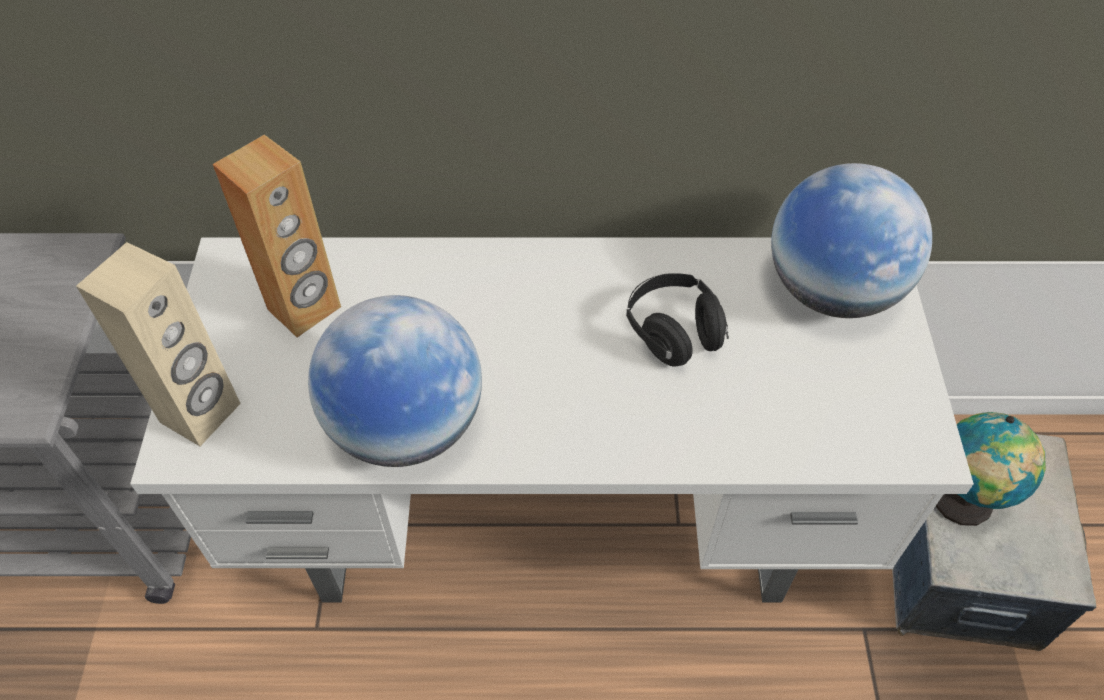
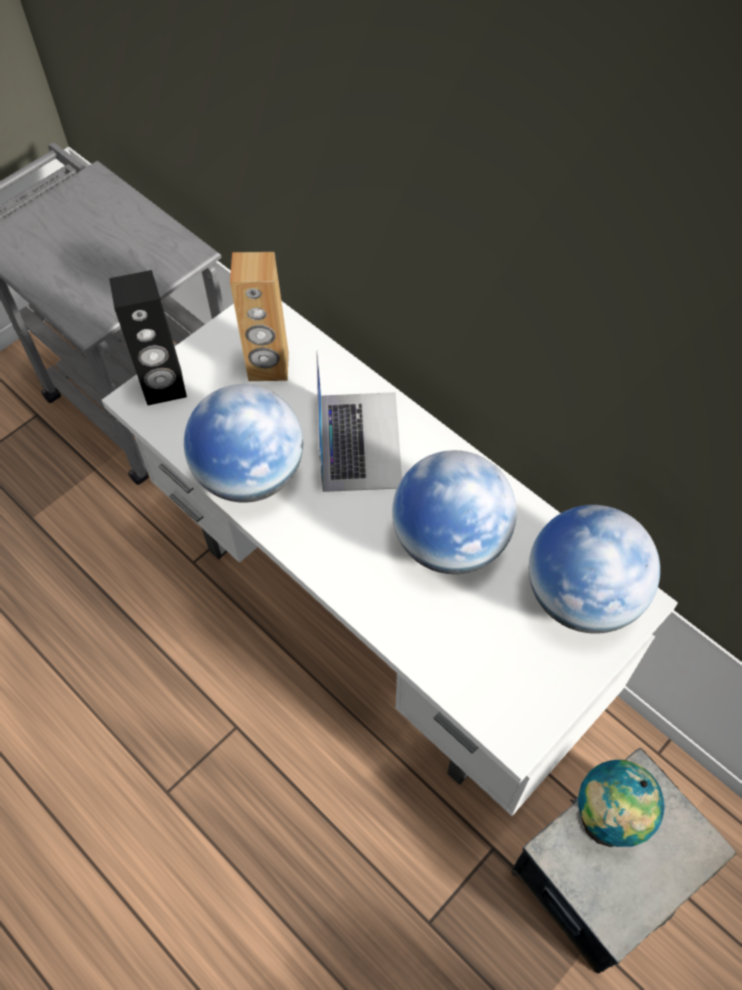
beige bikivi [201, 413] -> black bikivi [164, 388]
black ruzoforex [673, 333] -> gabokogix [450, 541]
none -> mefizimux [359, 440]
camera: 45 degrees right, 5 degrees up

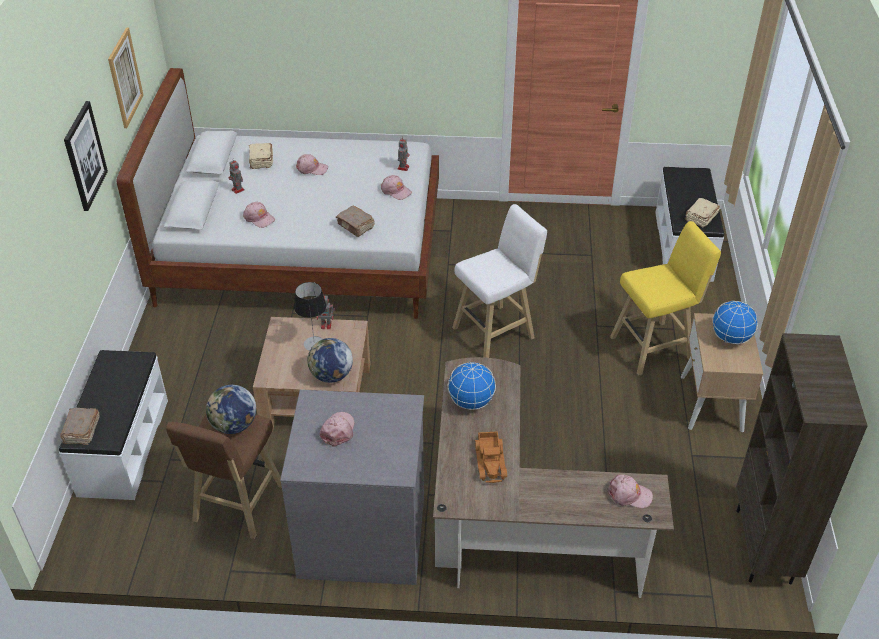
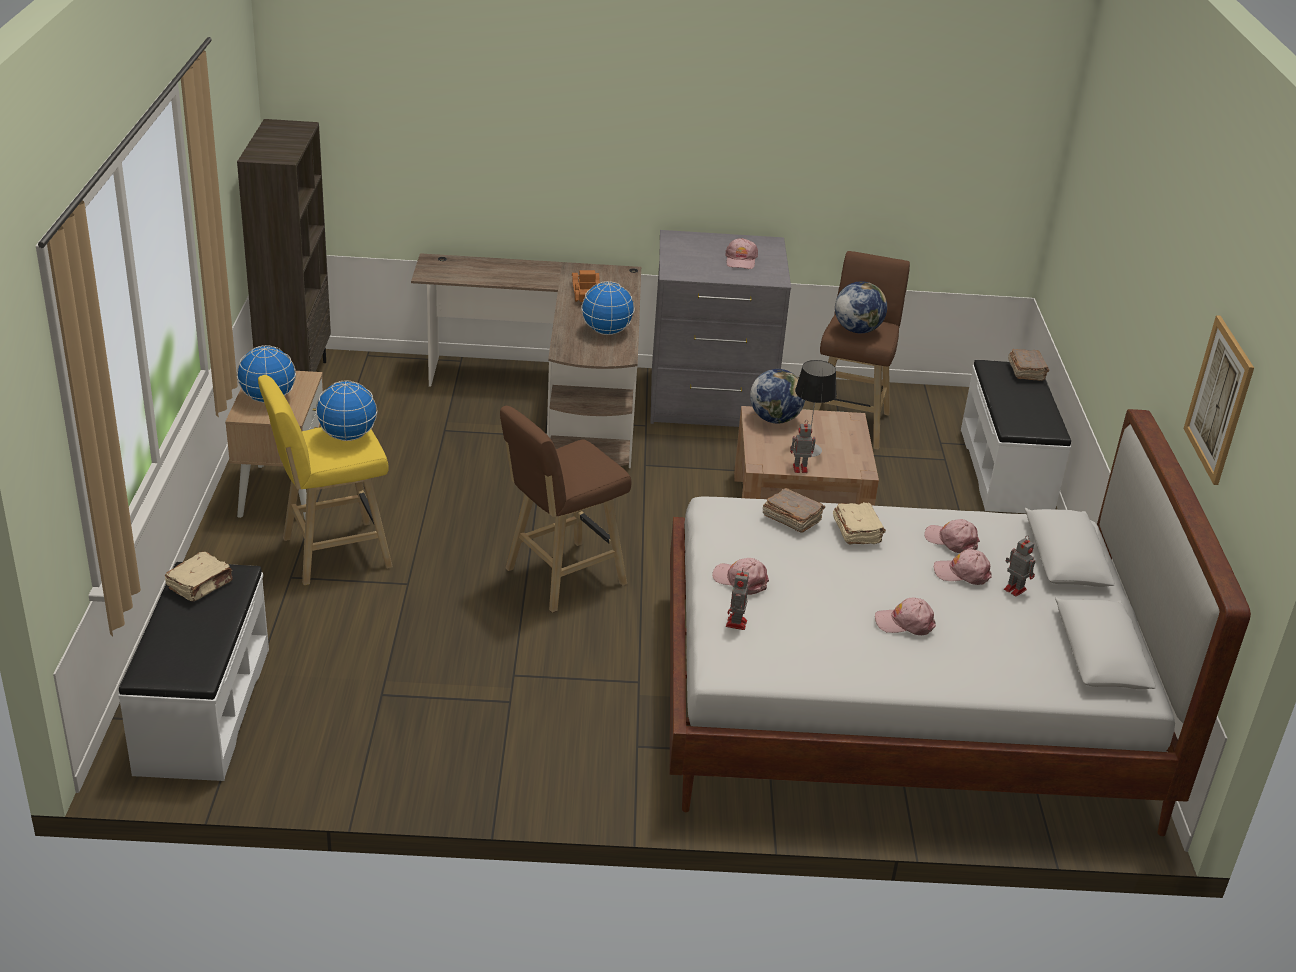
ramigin [84, 156] -> none
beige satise [261, 161] -> beige satise [857, 532], shifted
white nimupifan [496, 332] -> brown nimupifan [560, 578]
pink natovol [629, 495] -> pink natovol [962, 573], shifted
none -> gabokogix [348, 436]
camera: 175 degrees right, 10 degrees down

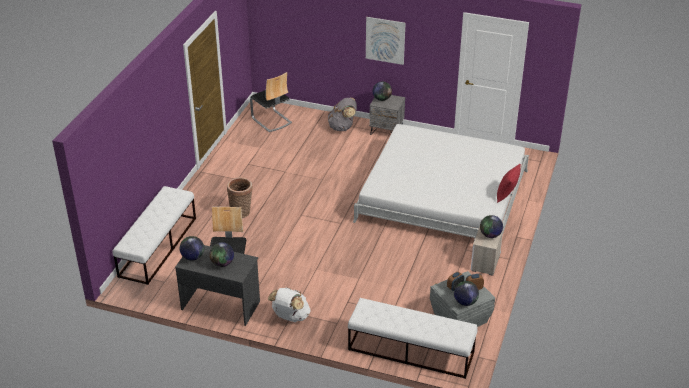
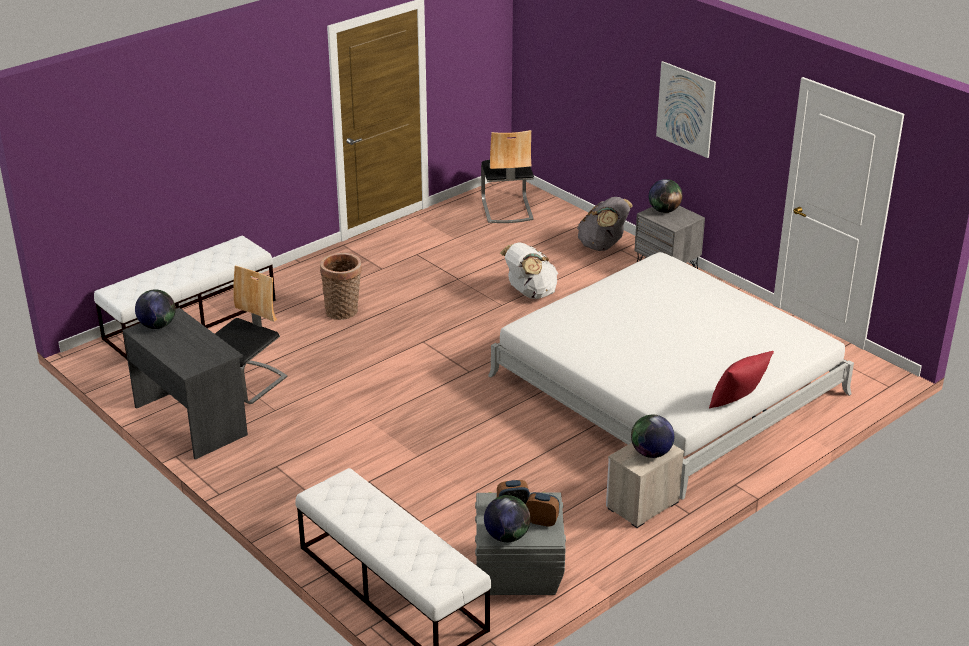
gabokogix [222, 263] -> none
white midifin [290, 317] -> white midifin [529, 293], shifted
camera: 30 degrees right, 5 degrees down

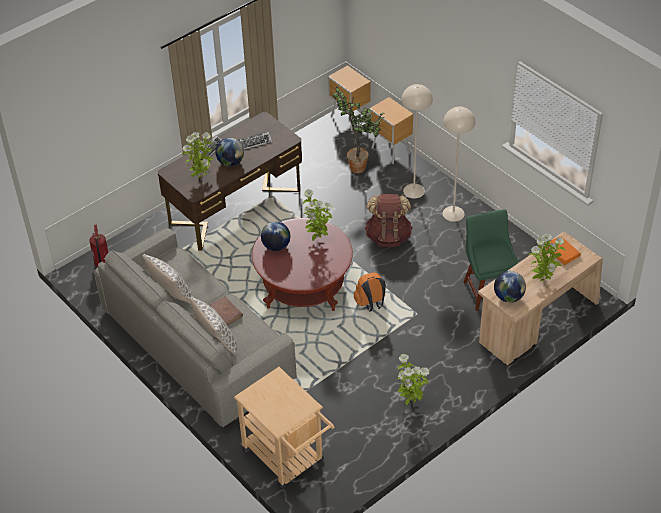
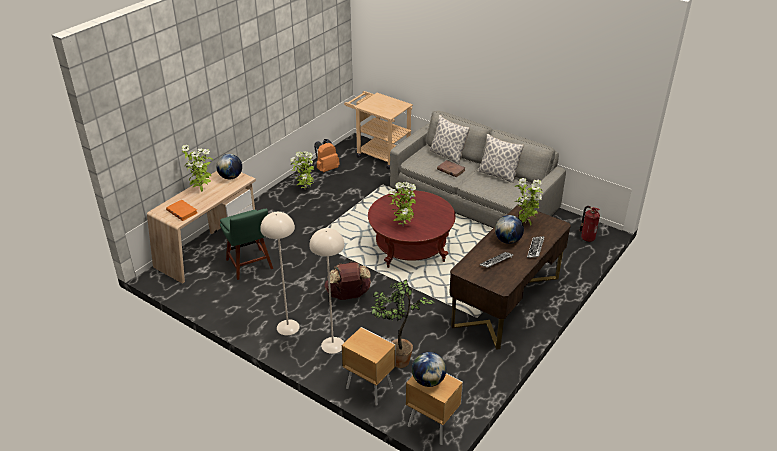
gabokogix [276, 246] -> gabokogix [428, 381], shifted
orange midifin [371, 304] -> orange midifin [326, 169], shifted
camera: 165 degrees right, 10 degrees down

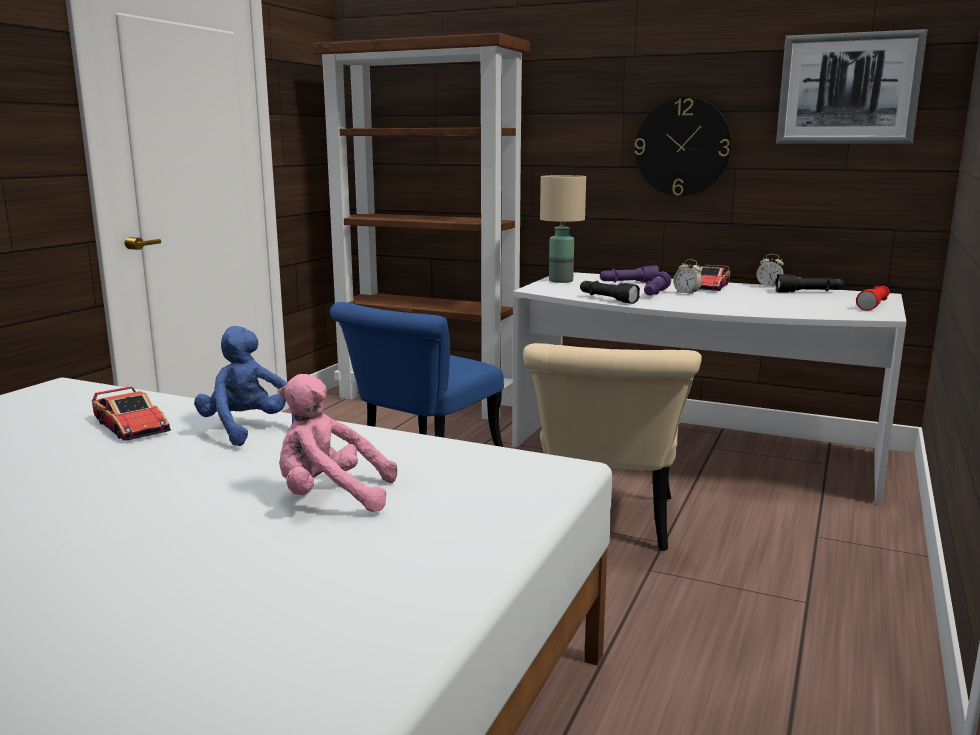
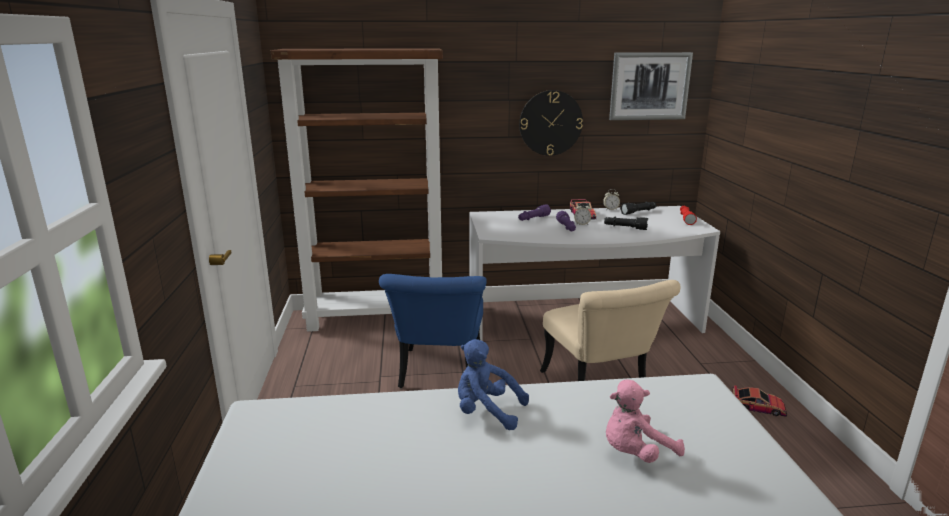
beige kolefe [560, 281] -> none
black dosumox [607, 299] -> black dosumox [625, 228], shifted
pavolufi [131, 426] -> pavolufi [758, 407], shifted
camera: 30 degrees left, 5 degrees up

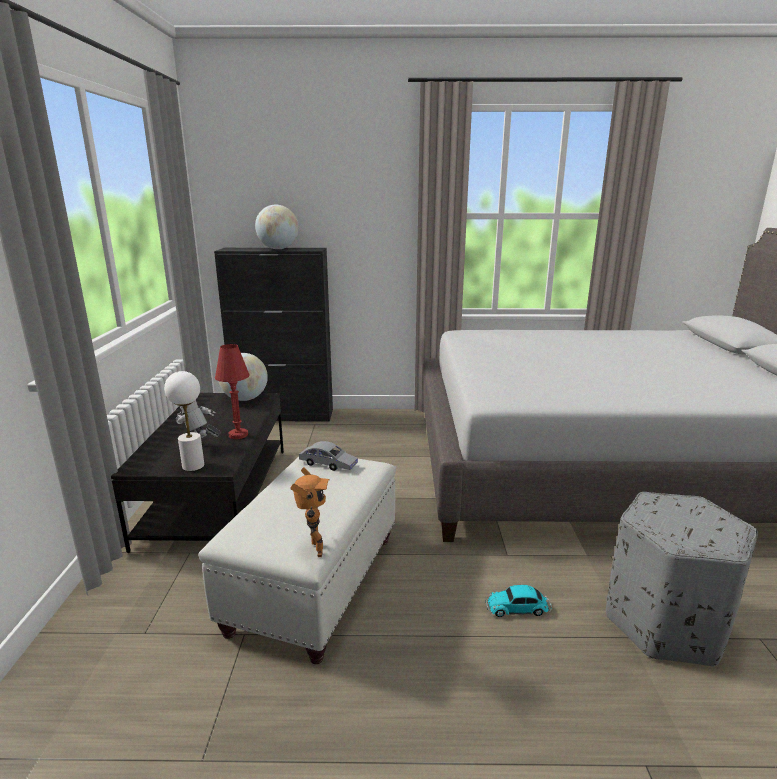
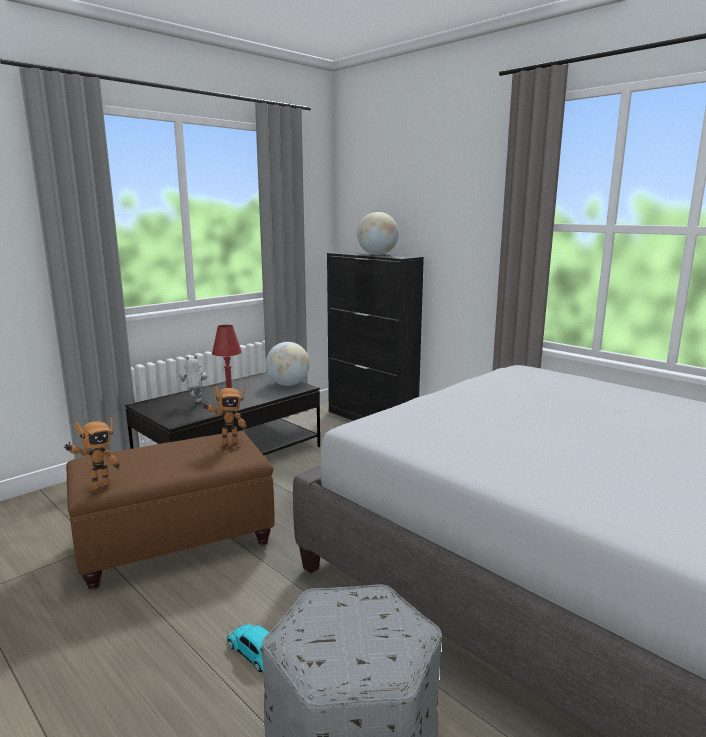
white kolefe [193, 466] -> none
grey pavolufi [328, 464] -> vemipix [227, 444]
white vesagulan [315, 582] -> brown vesagulan [177, 541]
camera: 45 degrees right, 5 degrees down

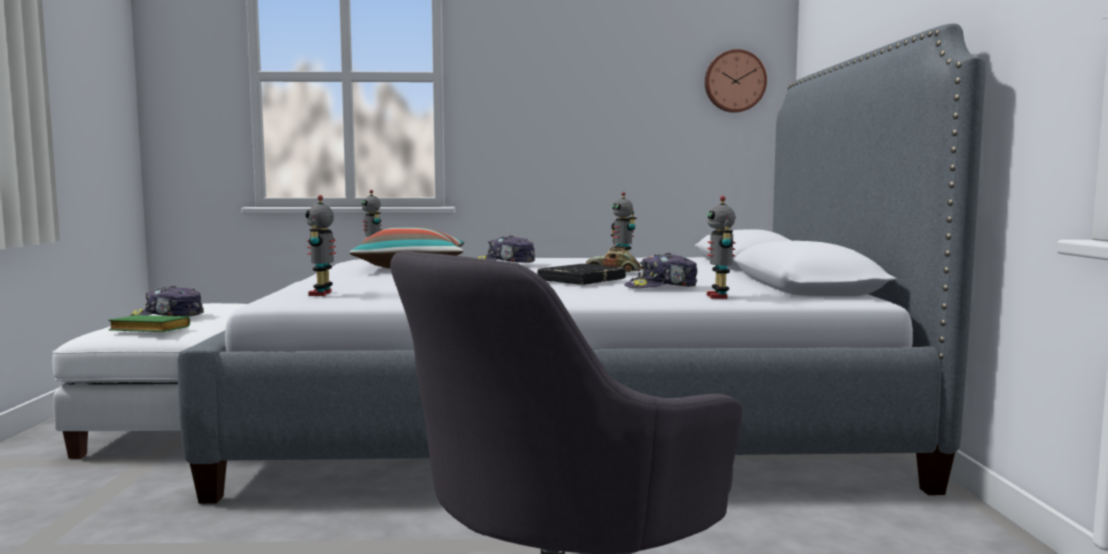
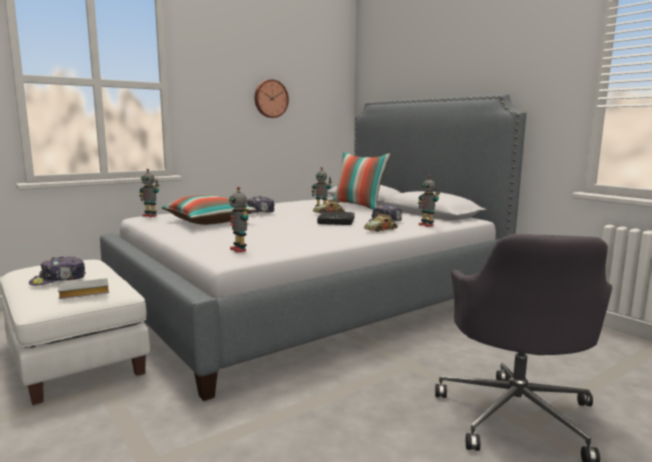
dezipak [734, 81] -> dezipak [270, 99], shifted
green satise [147, 331] -> grey satise [83, 294]
none -> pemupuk [358, 206]
none -> pavolufi [381, 230]
camera: 35 degrees left, 5 degrees up

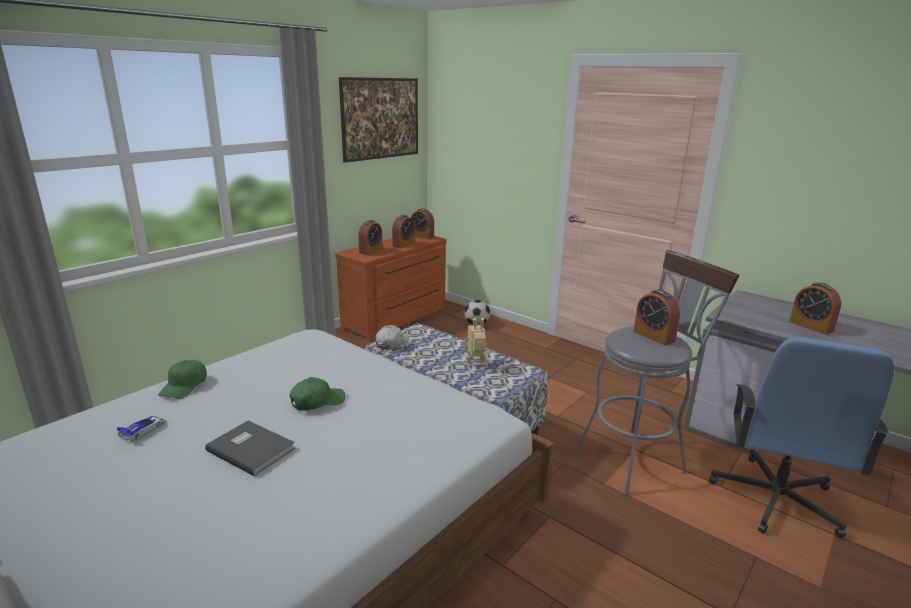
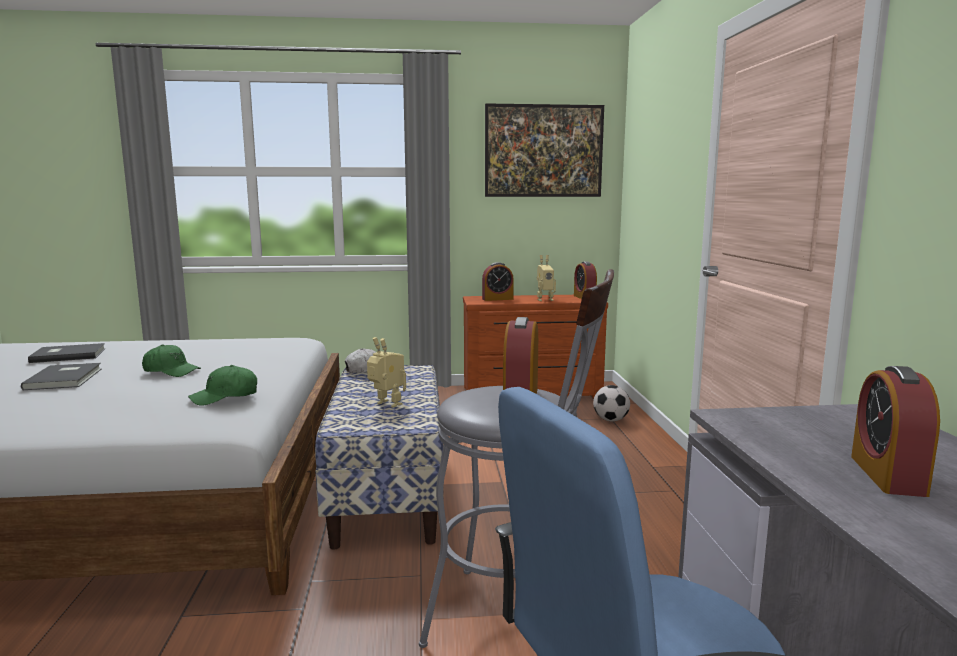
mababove [403, 244] -> vemipix [544, 299]
green natovol [184, 386] -> green natovol [225, 397], shifted
pavolufi [144, 430] -> grey satise [68, 355]
camera: 45 degrees right, 10 degrees down

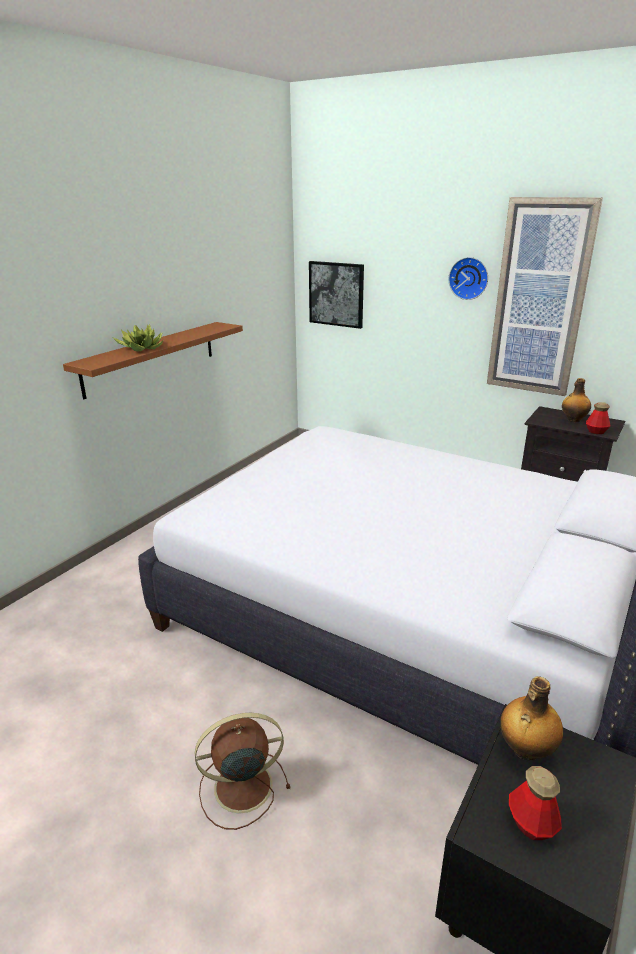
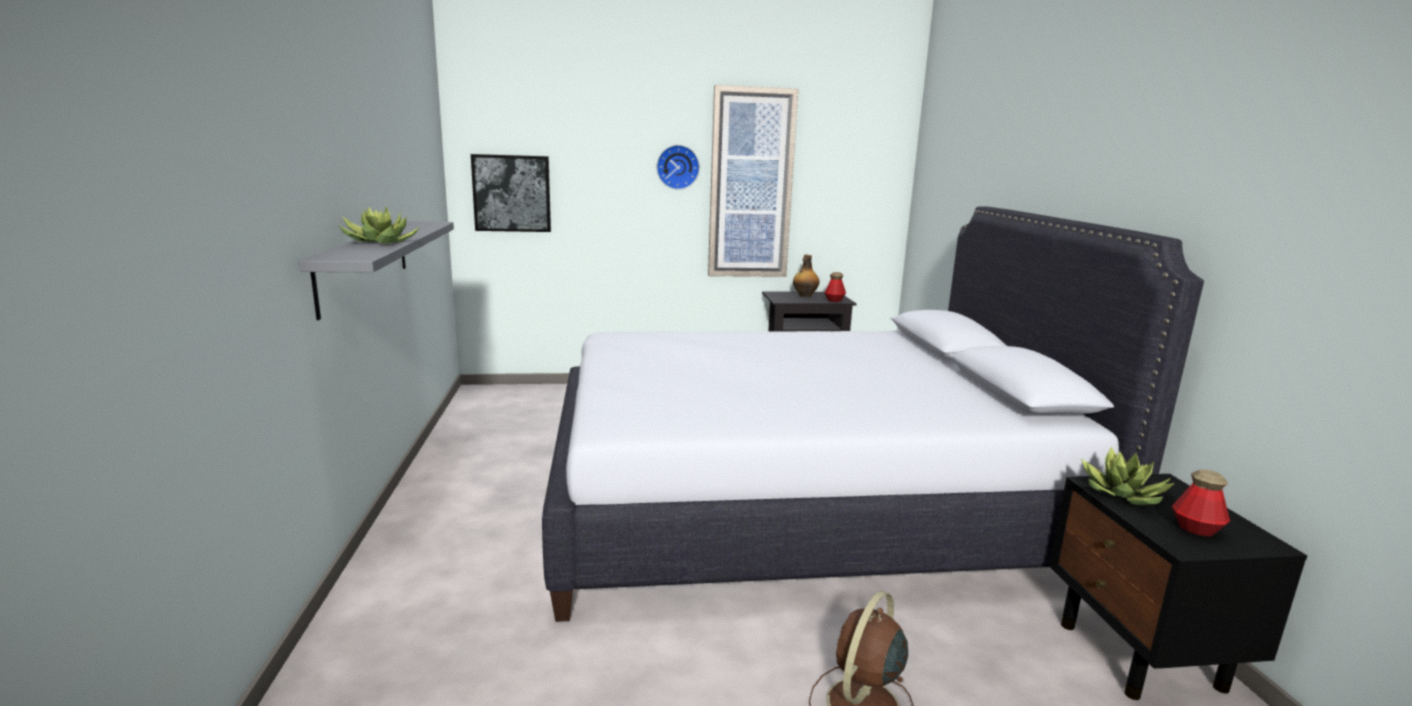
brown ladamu [151, 358] -> grey ladamu [365, 263]
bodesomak [525, 750] -> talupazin [1122, 495]
camera: 40 degrees left, 10 degrees down

